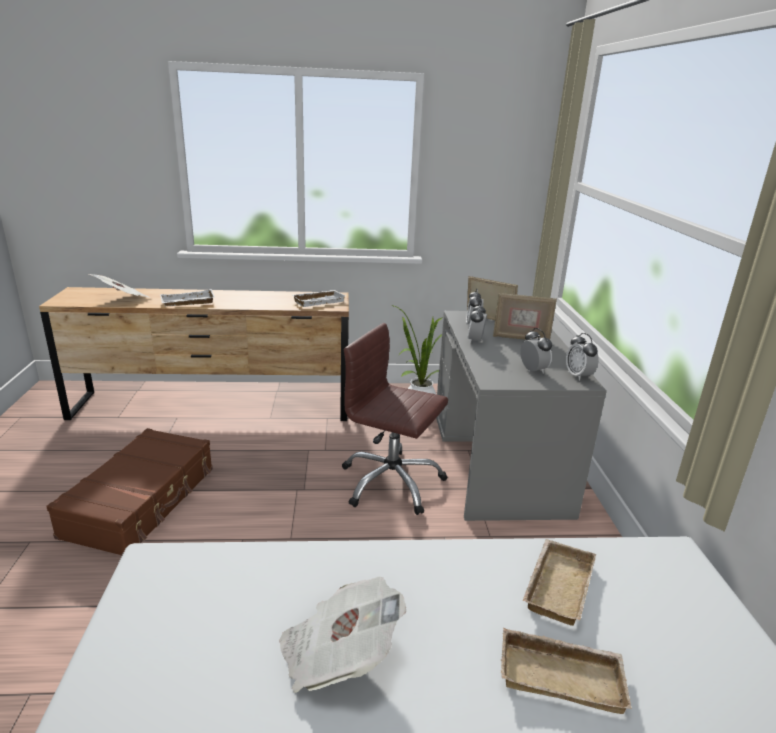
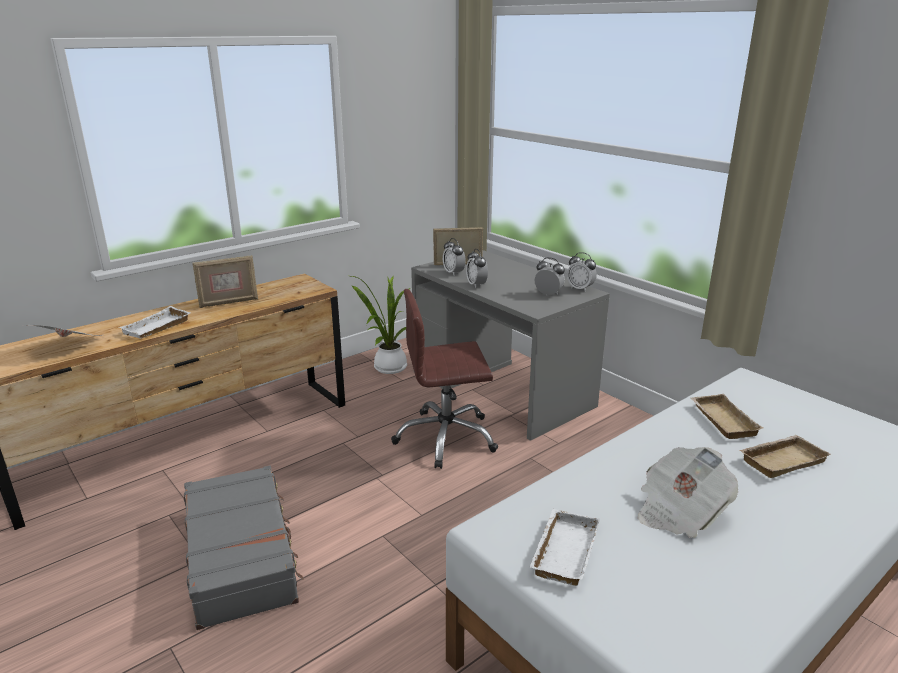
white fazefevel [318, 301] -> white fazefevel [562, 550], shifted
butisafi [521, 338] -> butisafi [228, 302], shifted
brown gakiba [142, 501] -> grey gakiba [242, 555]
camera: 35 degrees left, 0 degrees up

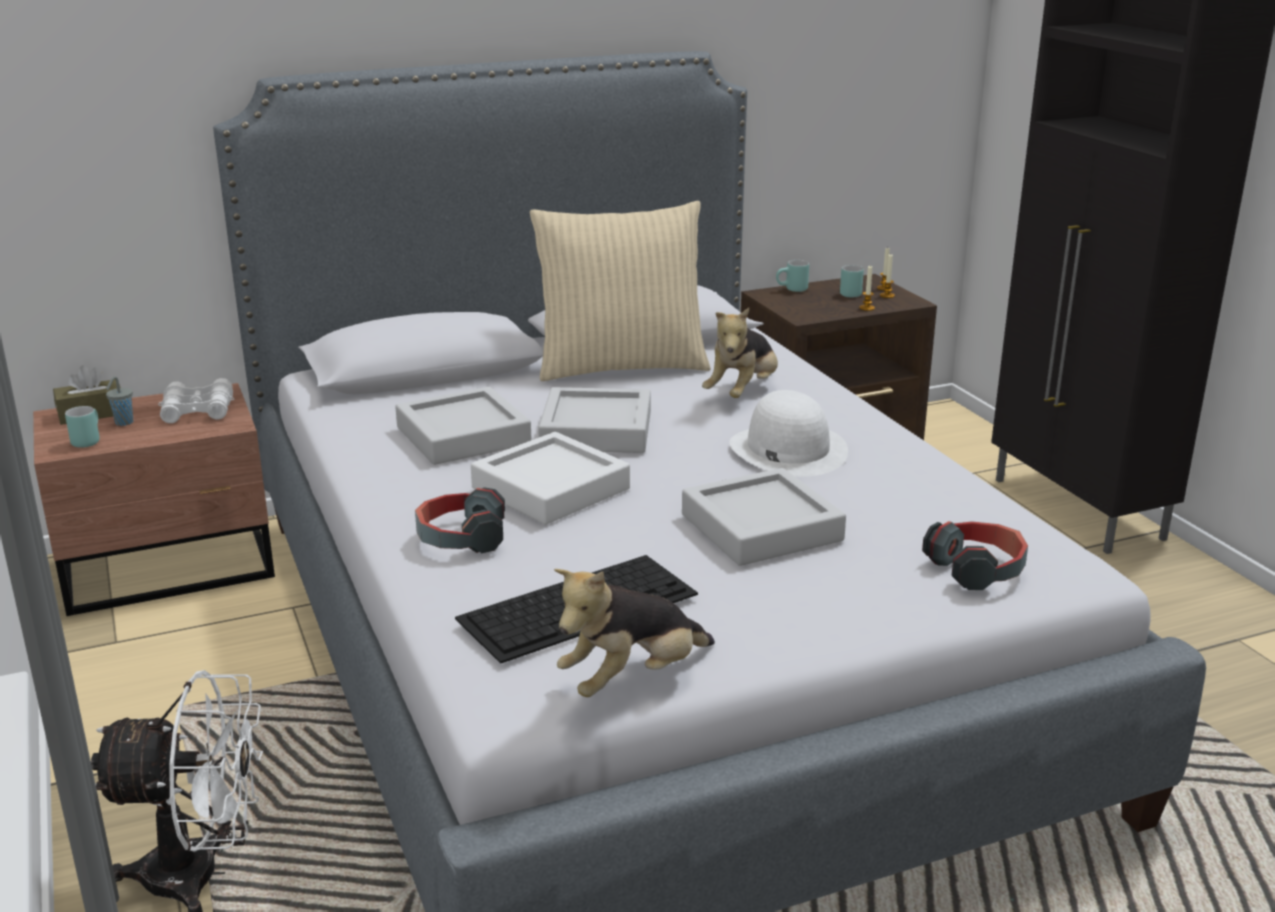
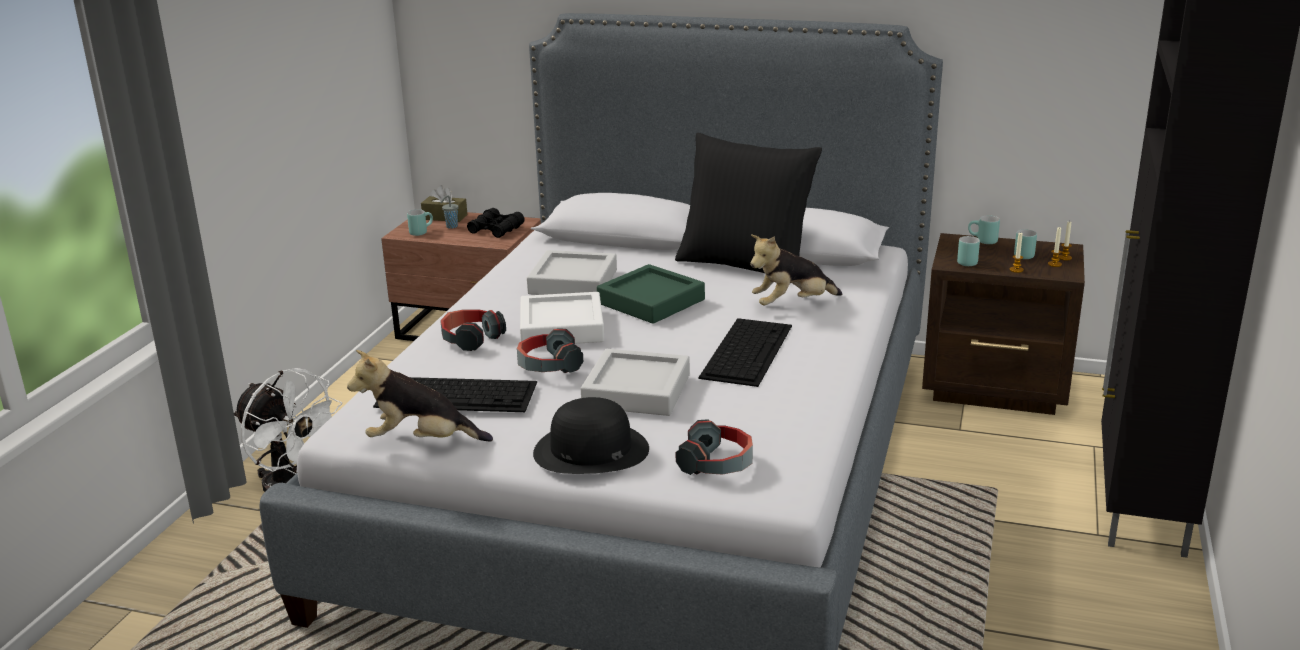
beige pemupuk [621, 366] -> black pemupuk [745, 265]
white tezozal [198, 411] -> black tezozal [496, 230]
grey fazefevel [596, 430] -> green fazefevel [651, 301]
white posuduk [787, 449] -> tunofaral [746, 350]
none -> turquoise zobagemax [964, 261]
none -> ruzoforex [548, 365]
none -> black posuduk [590, 450]
camera: 40 degrees right, 0 degrees up

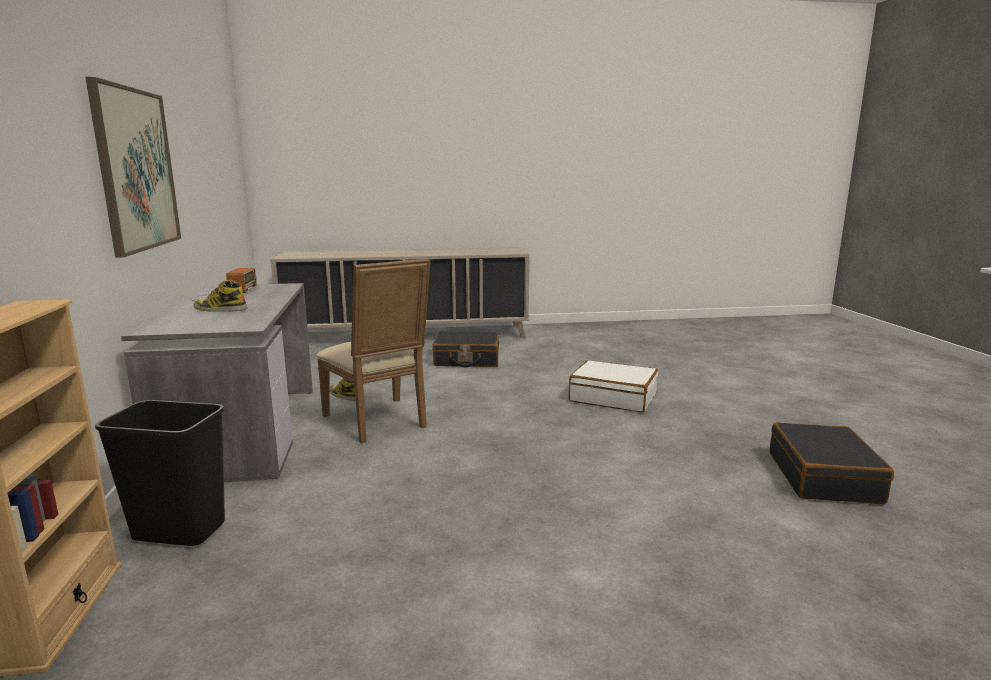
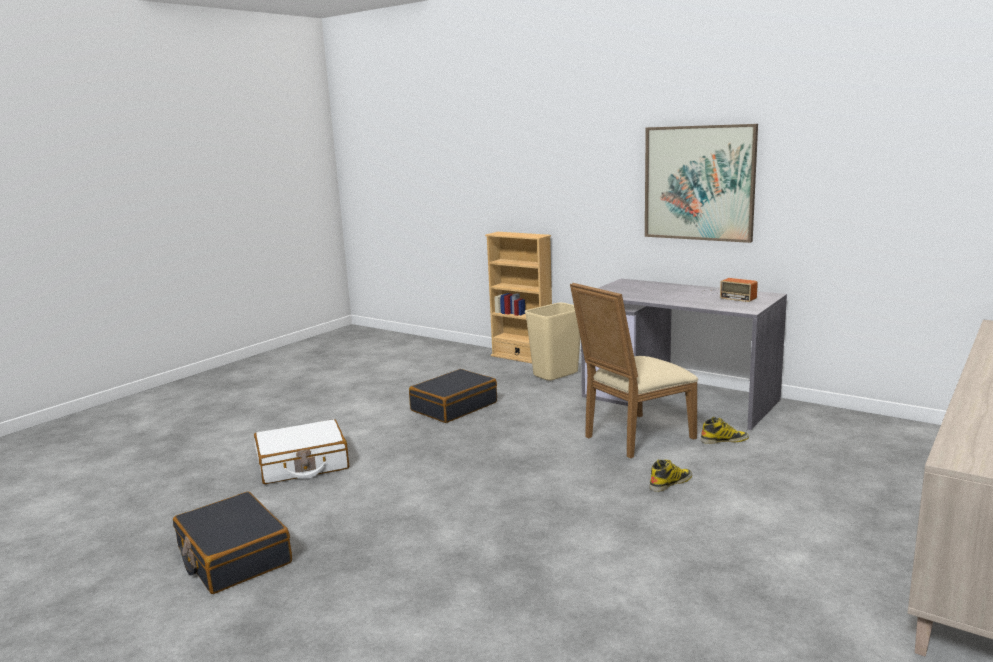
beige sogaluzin [379, 422] -> beige sogaluzin [633, 438], 45 degrees counterclockwise
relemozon [220, 309] -> relemozon [670, 483], shifted
black gakiba [466, 359] -> black gakiba [453, 406], shifted
white gakiba [613, 397] -> white gakiba [302, 464], shifted
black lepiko [178, 532] -> beige lepiko [555, 374]
camera: 135 degrees right, 0 degrees up

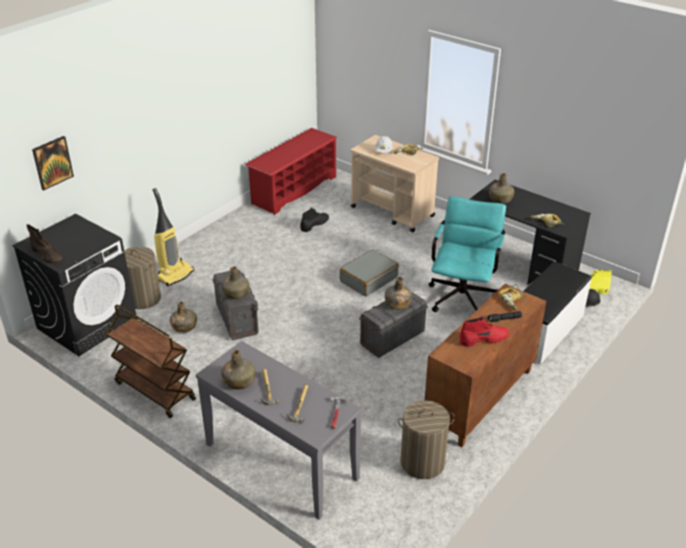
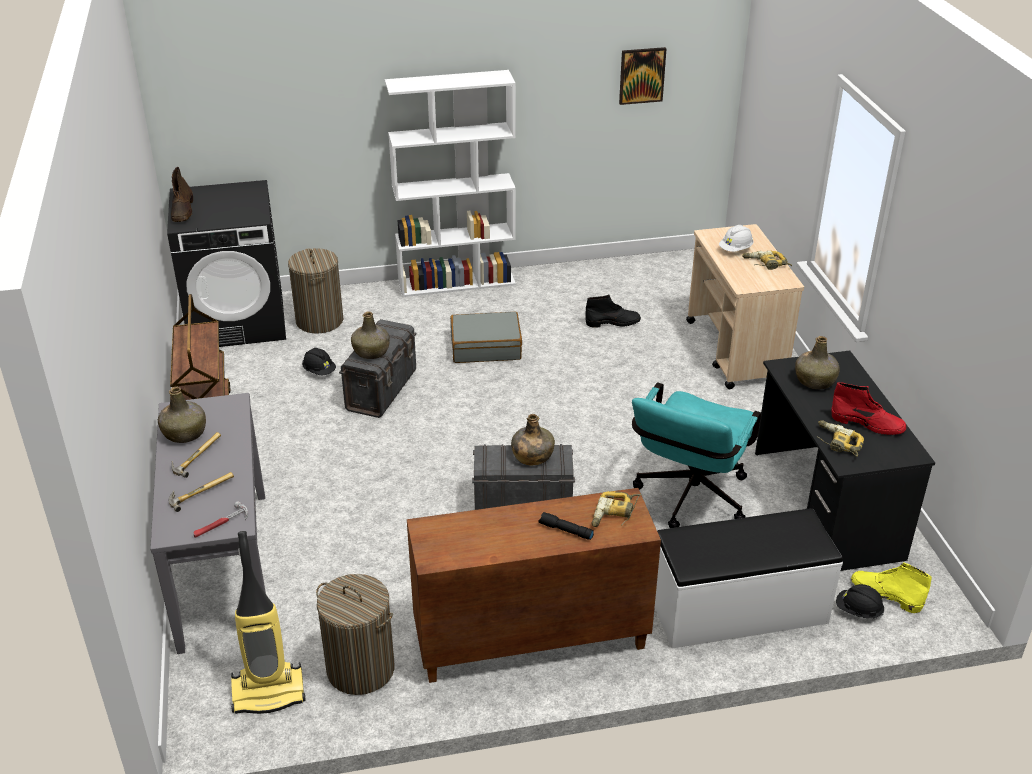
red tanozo [294, 190] -> none
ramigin [52, 162] -> ramigin [642, 75], shifted
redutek [175, 274] -> redutek [269, 691], shifted
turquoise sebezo [463, 294] -> turquoise sebezo [688, 501], 150 degrees clockwise
grey gakiba [368, 279] -> grey gakiba [486, 347], shifted
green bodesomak [184, 327] -> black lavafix [319, 371]
red relemozon [484, 339] -> red relemozon [868, 424], shifted
none -> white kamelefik [457, 282]
camera: 40 degrees right, 0 degrees up

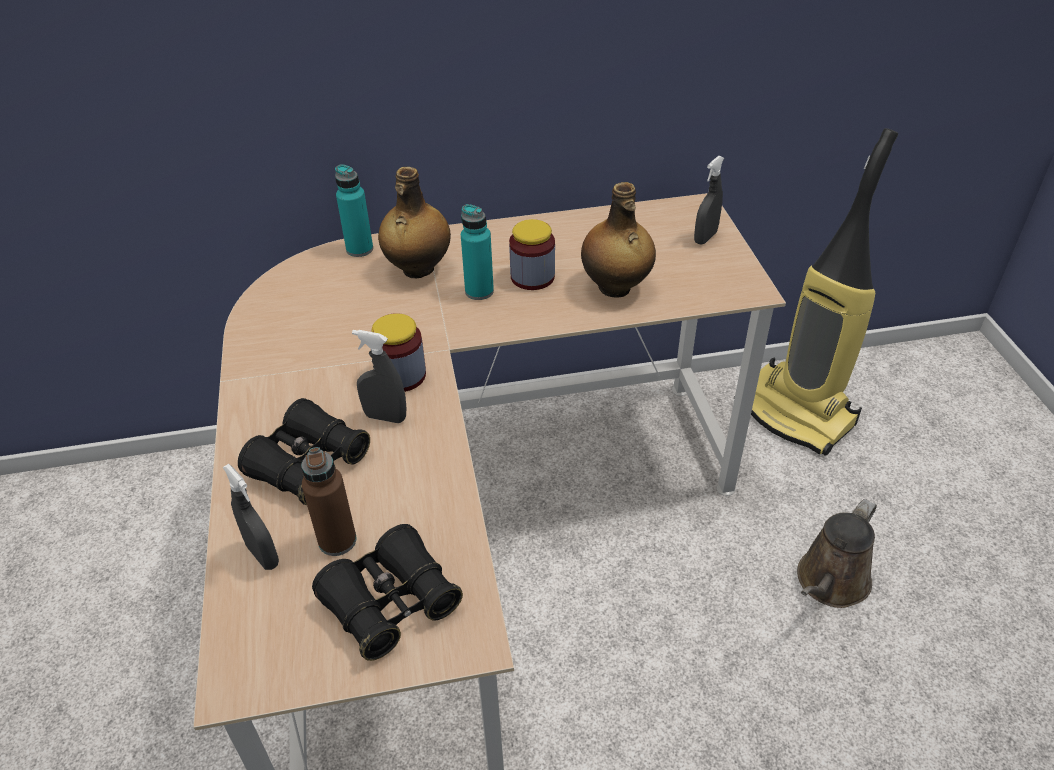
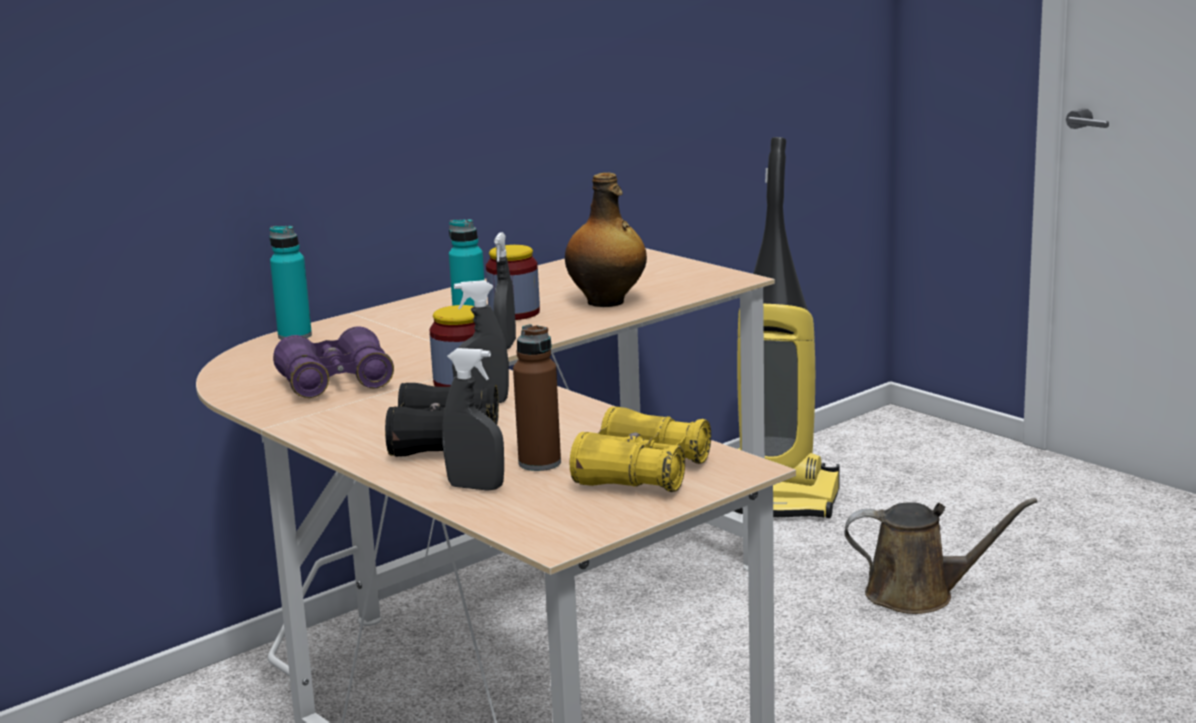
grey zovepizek [705, 238] -> grey zovepizek [506, 345], shifted
bodesomak [417, 269] -> none
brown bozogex [830, 583] -> brown bozogex [919, 595], 90 degrees counterclockwise
black tezozal [390, 603] -> yellow tezozal [641, 474]
none -> purple tezozal [336, 383]
camera: 30 degrees left, 25 degrees down

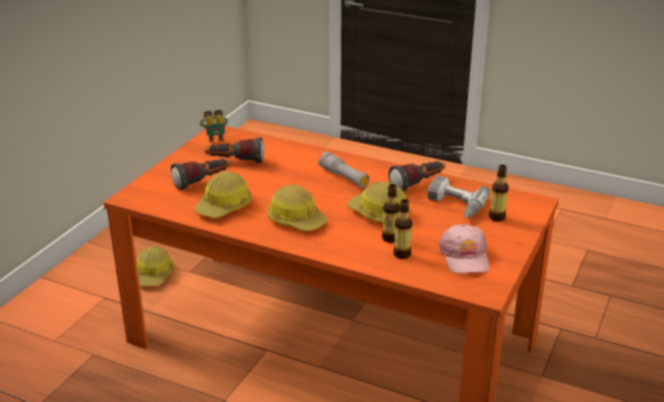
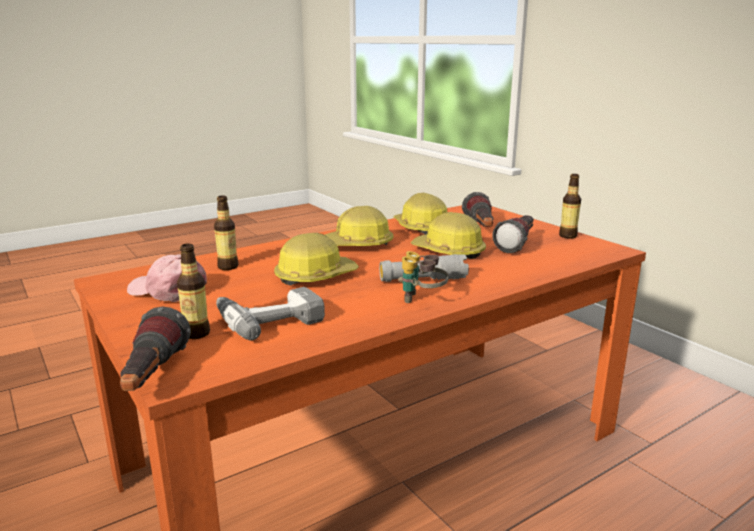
tezozal [215, 137] -> tezozal [422, 300], shifted
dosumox [418, 185] -> dosumox [152, 378], shifted
bodesomak [390, 238] -> bodesomak [567, 236], shifted
lavafix [154, 275] -> lavafix [449, 252], shifted
camera: 120 degrees right, 10 degrees down

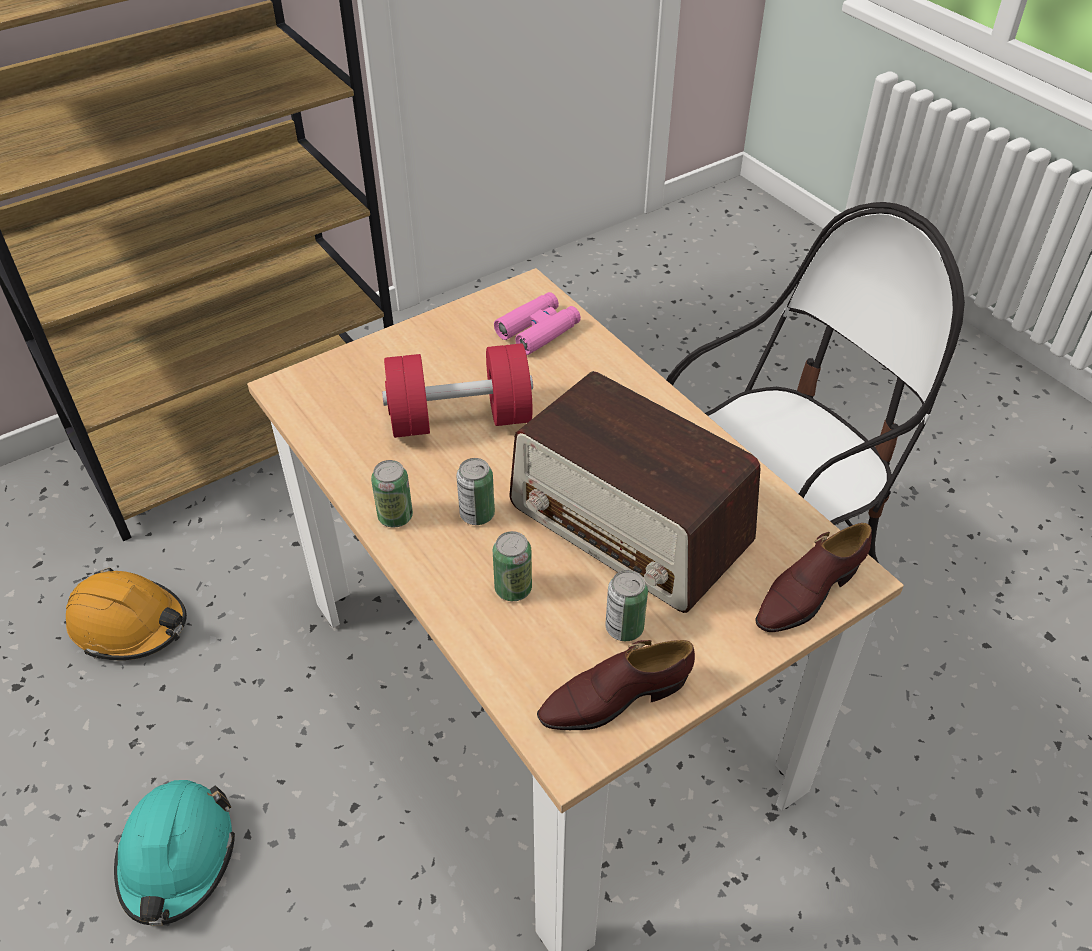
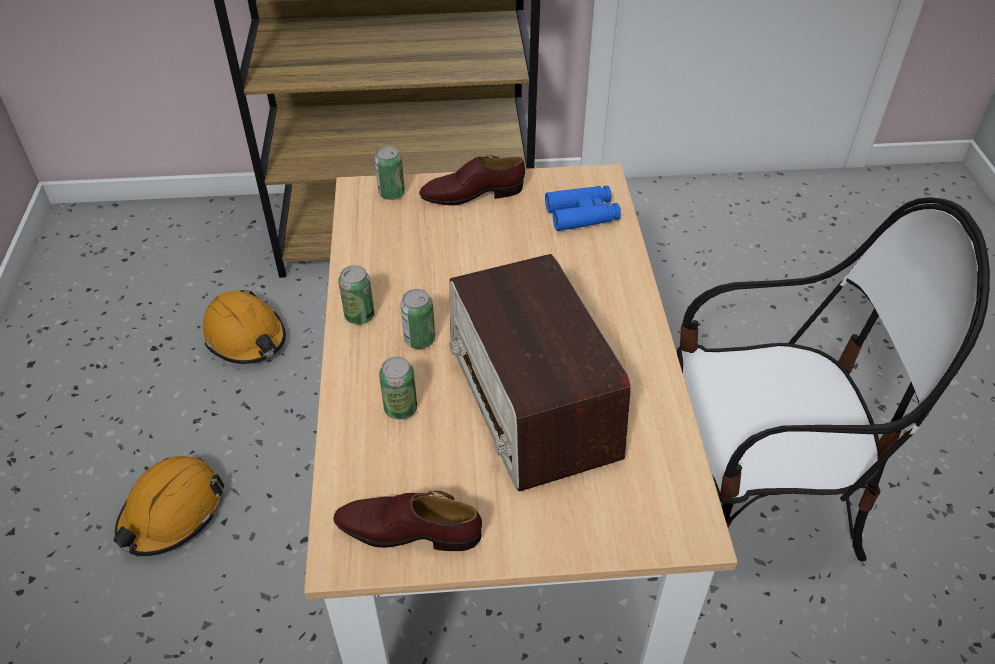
pink tezozal [538, 330] -> blue tezozal [582, 215]
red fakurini [460, 419] -> none
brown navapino [807, 592] -> brown navapino [472, 194], shifted
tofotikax [624, 628] -> tofotikax [391, 193], shifted
turquoise lavafix [177, 857] -> orange lavafix [172, 513]
camera: 30 degrees right, 0 degrees up

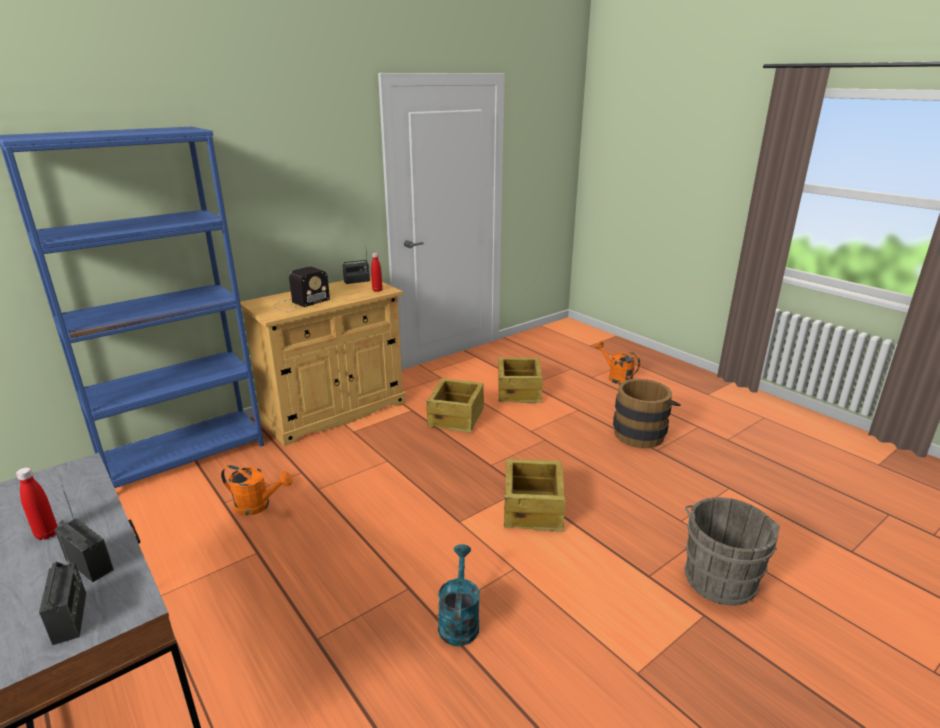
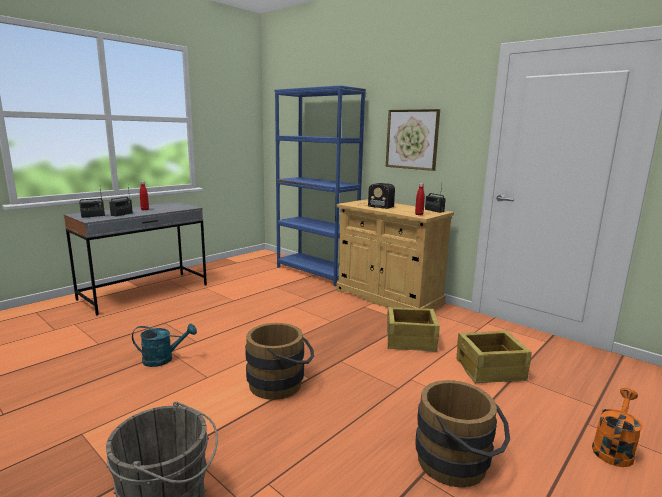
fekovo [533, 508] -> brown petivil [281, 384]
orange bozogex [258, 506] -> none
none -> ramigin [412, 139]
camera: 80 degrees right, 10 degrees down

